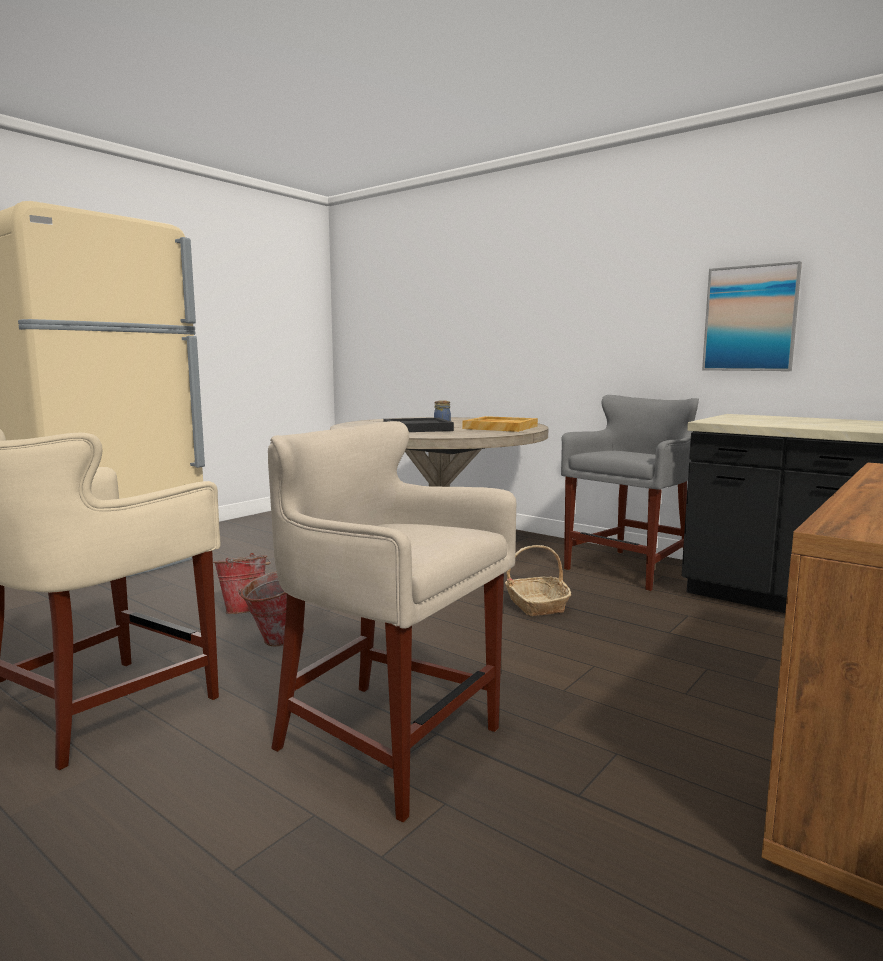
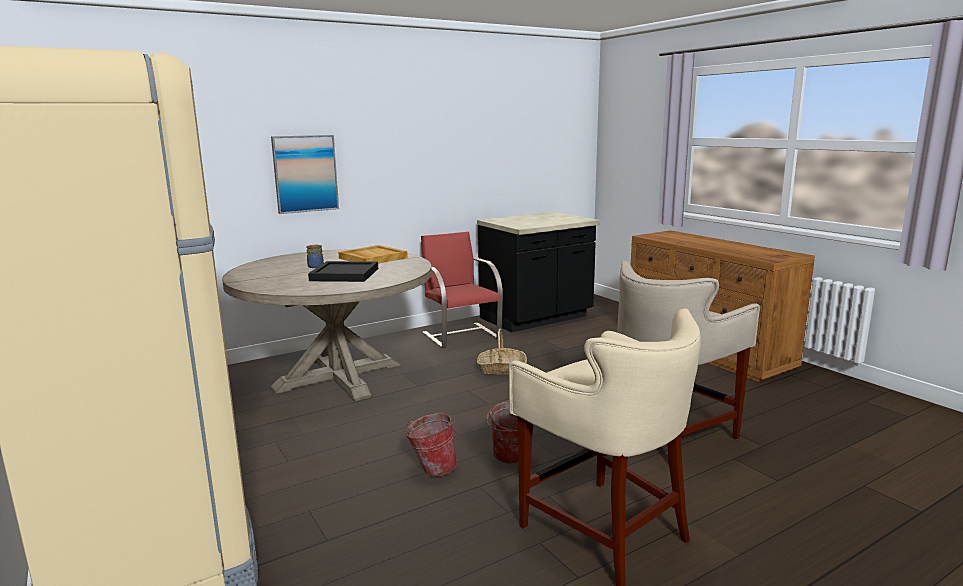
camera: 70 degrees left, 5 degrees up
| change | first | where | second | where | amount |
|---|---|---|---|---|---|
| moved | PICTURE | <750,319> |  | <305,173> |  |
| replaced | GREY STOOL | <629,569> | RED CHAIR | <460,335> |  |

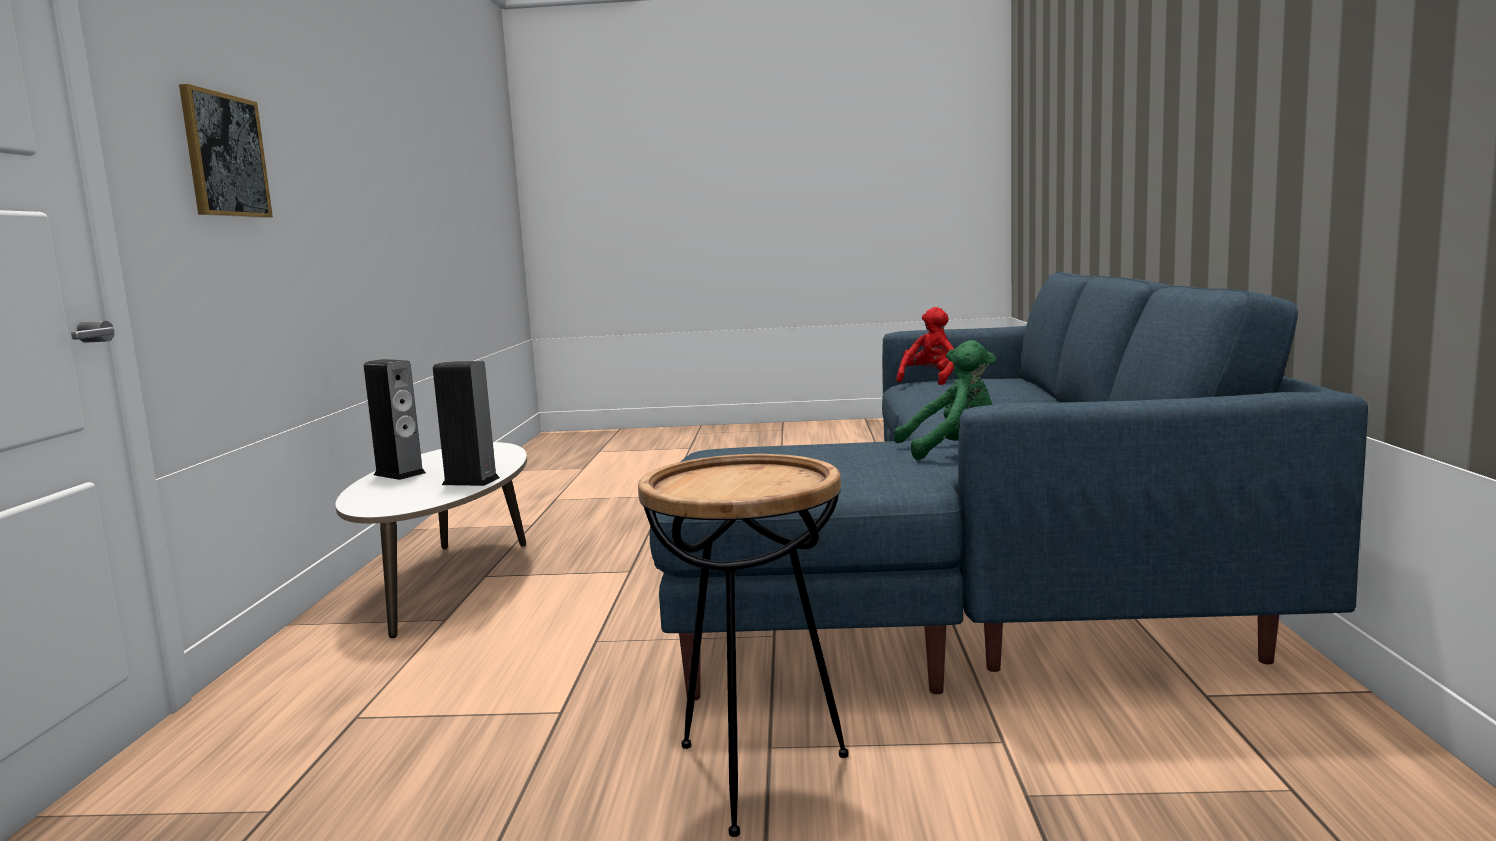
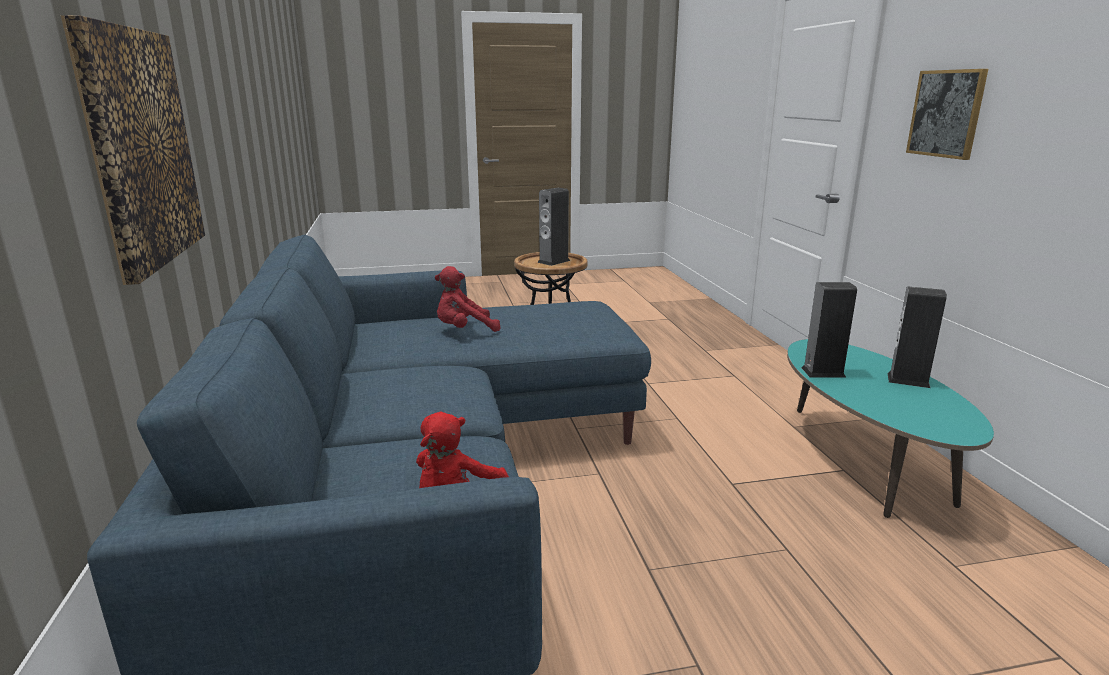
camera: 165 degrees right, 10 degrees up
| change | first | where | second | where | amount |
|---|---|---|---|---|---|
| added |  |  | PICTURE | <140,148> |  |
| added |  |  | SPEAKER | <553,261> |  |
| recoloured | WHITE COFFEE TABLE | <451,580> | TURQUOISE COFFEE TABLE | <861,463> |  |
| recoloured | GREEN PLUSH TOY | <952,449> | RED PLUSH TOY | <464,330> |  |

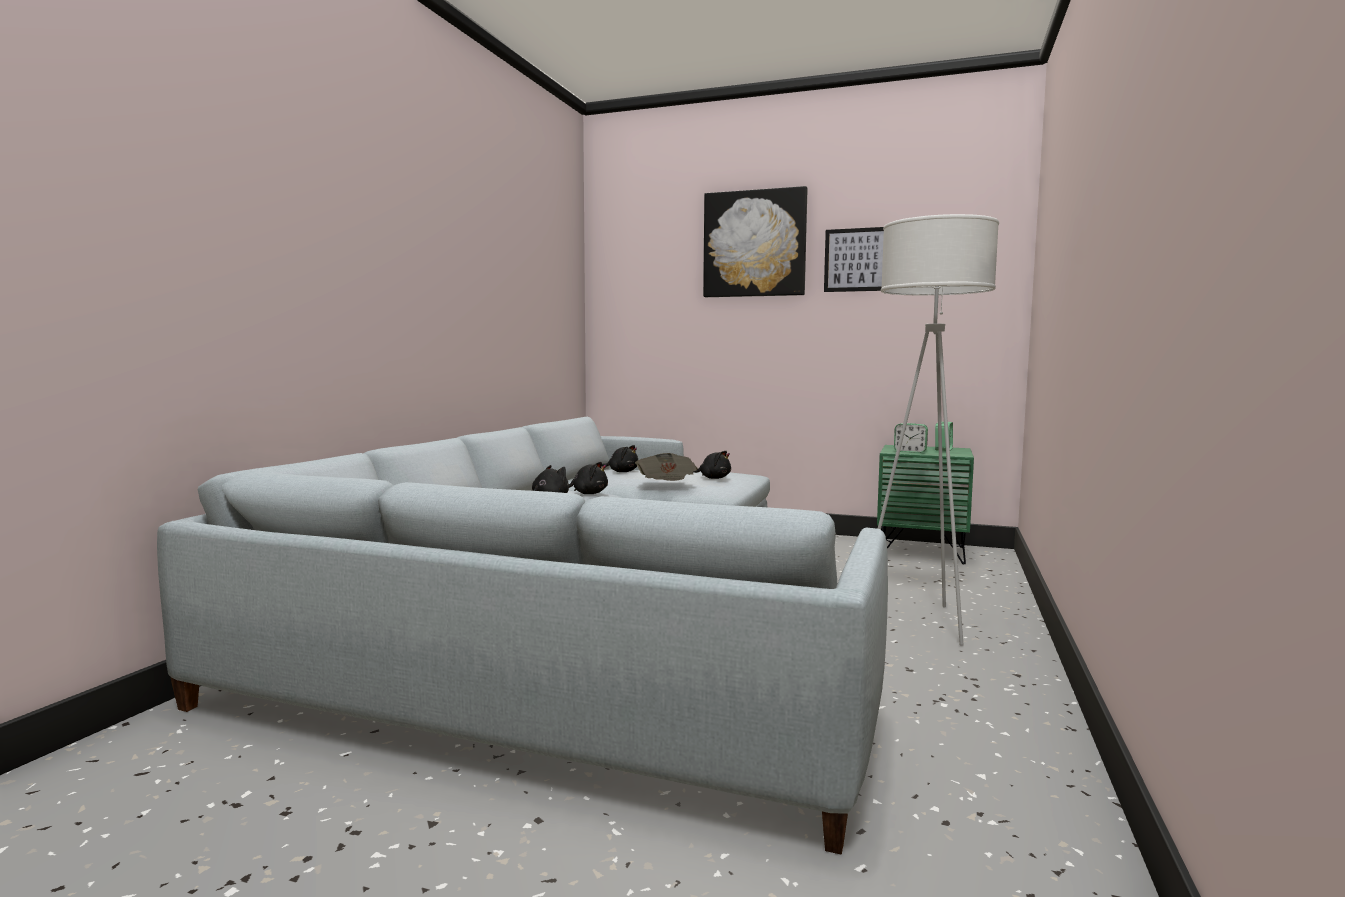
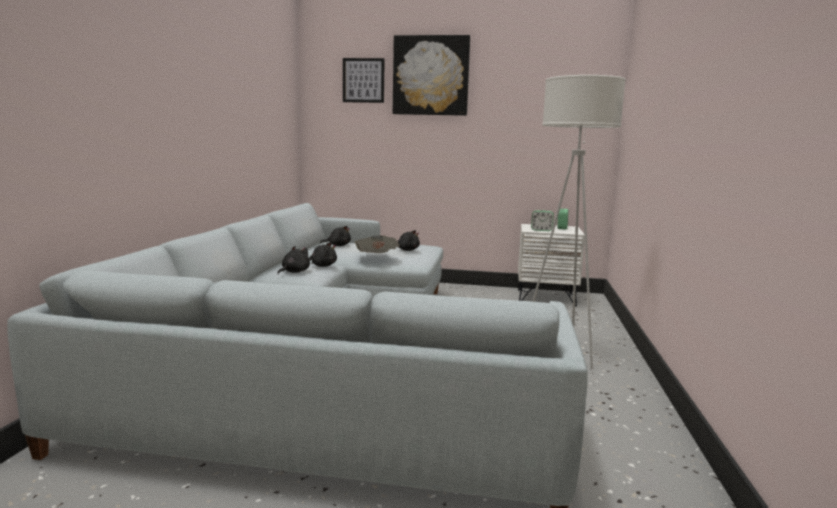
camera: 10 degrees left, 5 degrees up
| change | first | where | second | where | amount |
|---|---|---|---|---|---|
| moved | PICTURE | <856,260> |  | <363,80> |  |
| recoloured | GREEN NIGHTSTAND | <921,552> | WHITE NIGHTSTAND | <546,297> |  |

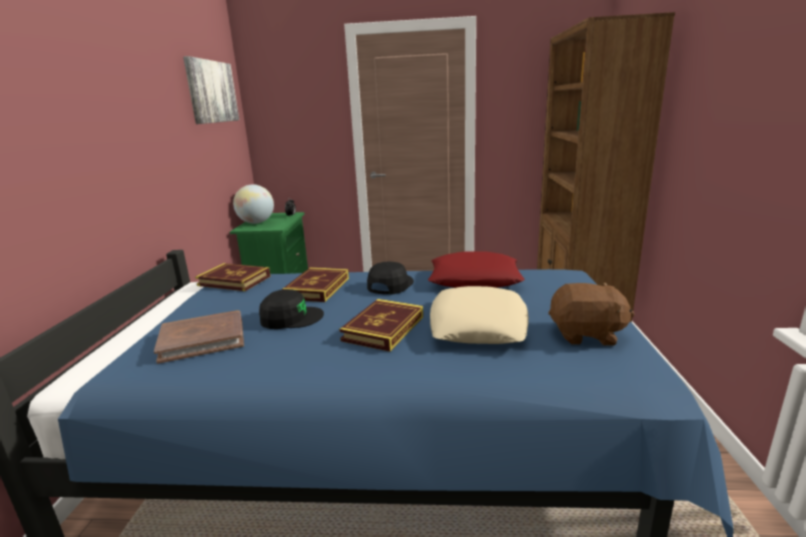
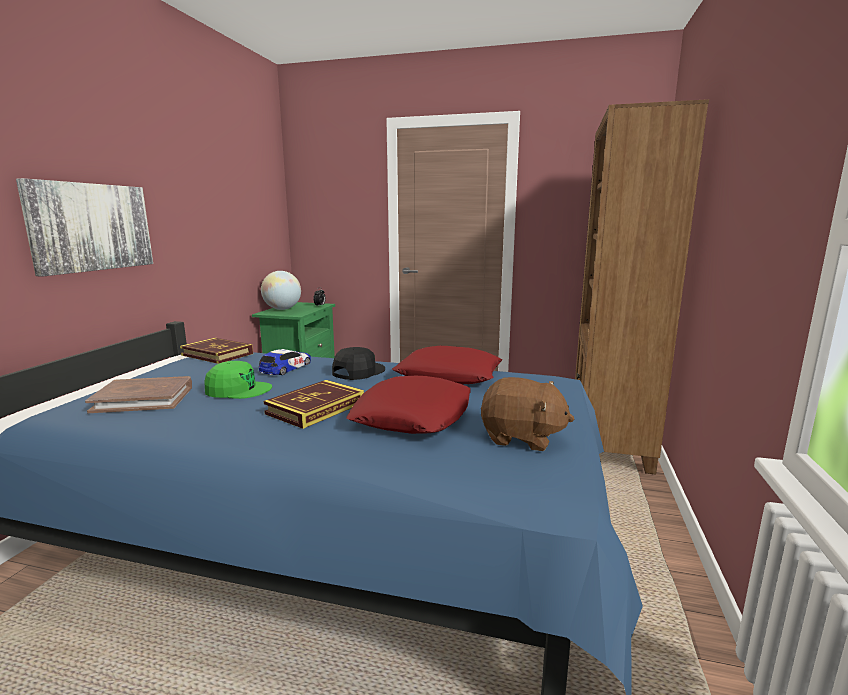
camera: 10 degrees right, 5 degrees down
| change | first | where | second | where | amount |
|---|---|---|---|---|---|
| moved | PICTURE | <211,92> |  | <91,227> |  |
| replaced | BOOK | <317,288> | TOY CAR | <286,367> |  |
| recoloured | BLACK CAP | <291,318> | GREEN CAP | <238,389> |  |
| recoloured | BEIGE PILLOW | <477,324> | RED PILLOW | <413,415> |  |

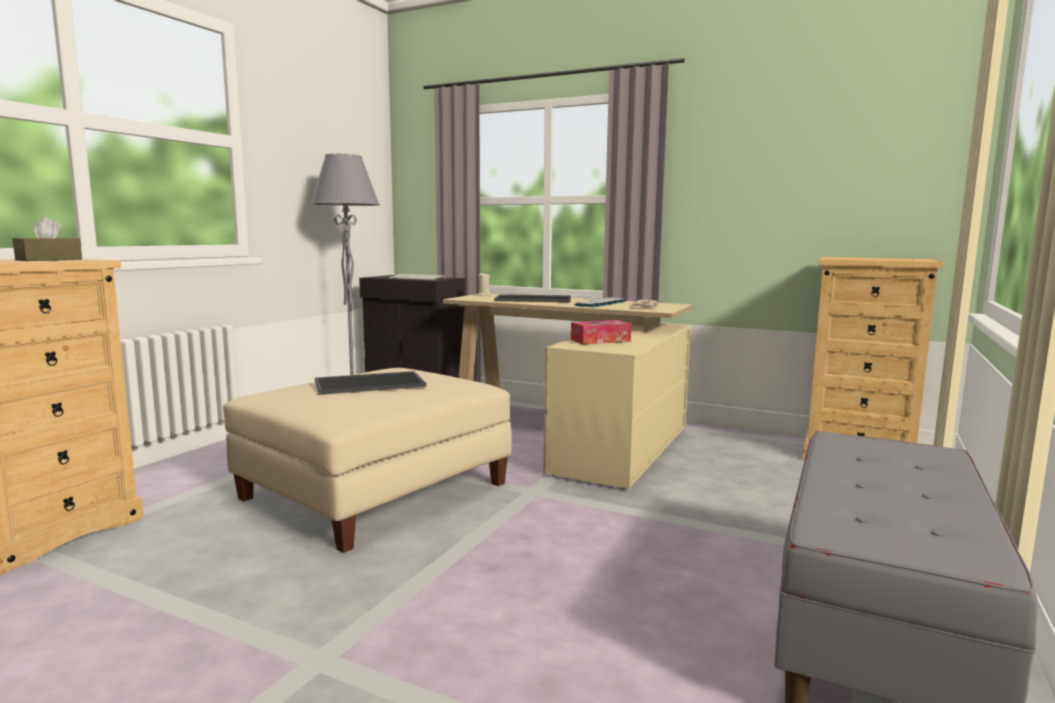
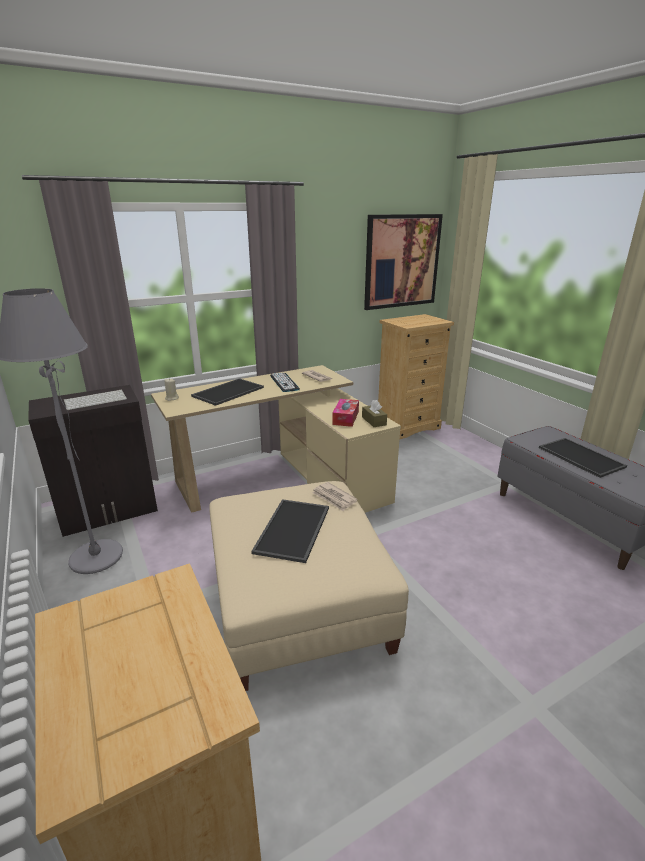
camera: 55 degrees left, 15 degrees up
| change | first | where | second | where | amount |
|---|---|---|---|---|---|
| added |  |  | NEWSPAPER | <334,498> |  |
| added |  |  | PICTURE | <402,261> |  |
| added |  |  | TRAY | <579,457> |  |
| moved | BROWN TISSUE BOX | <49,260> |  | <374,421> |  |

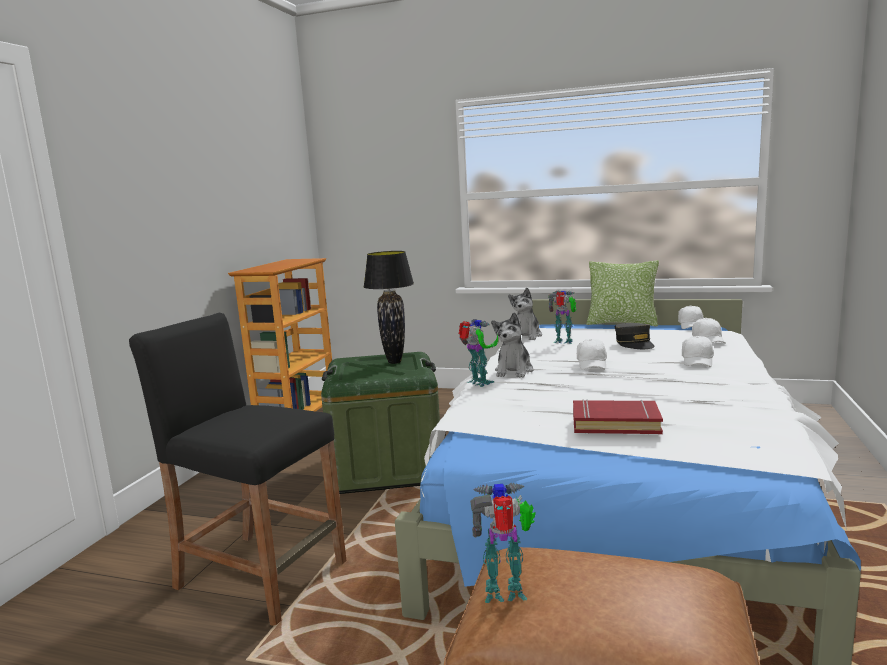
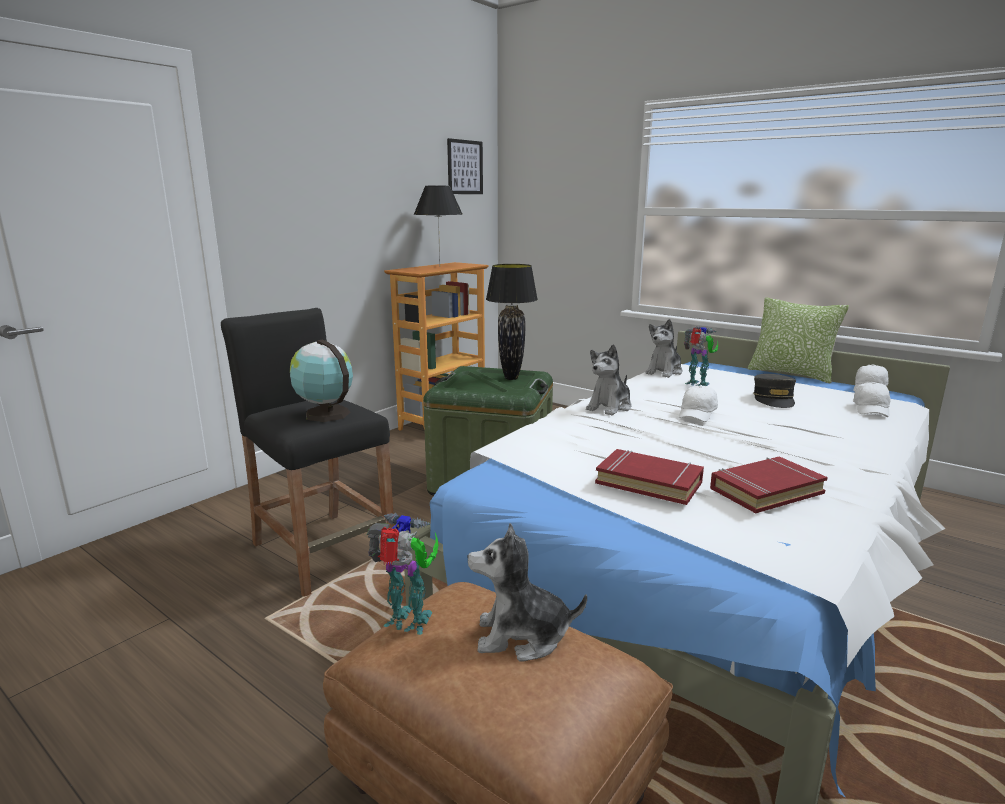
camera: 20 degrees right, 5 degrees up
| change | first | where | second | where | amount |
|---|---|---|---|---|---|
| removed | TOY ROBOT | <479,383> |  |  |  |
| removed | WHITE CAP | <697,361> |  |  |  |
| added |  |  | GLOBE | <325,414> |  |
| added |  |  | BLACK TABLE LAMP | <439,266> |  |
| added |  |  | PICTURE | <465,167> |  |
| added |  |  | PLUSH TOY | <522,636> |  |
| added |  |  | RED BOOK | <765,491> |  |

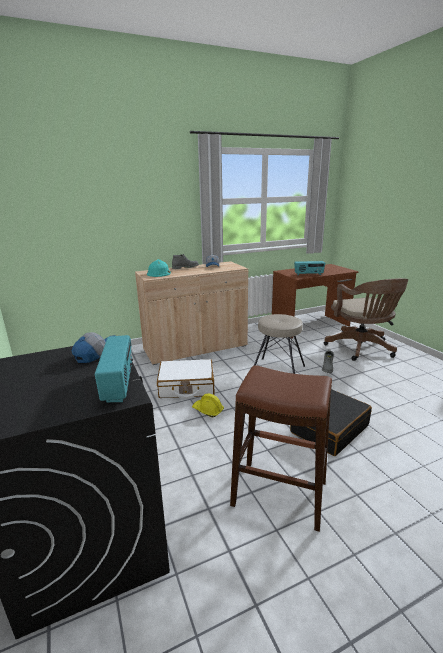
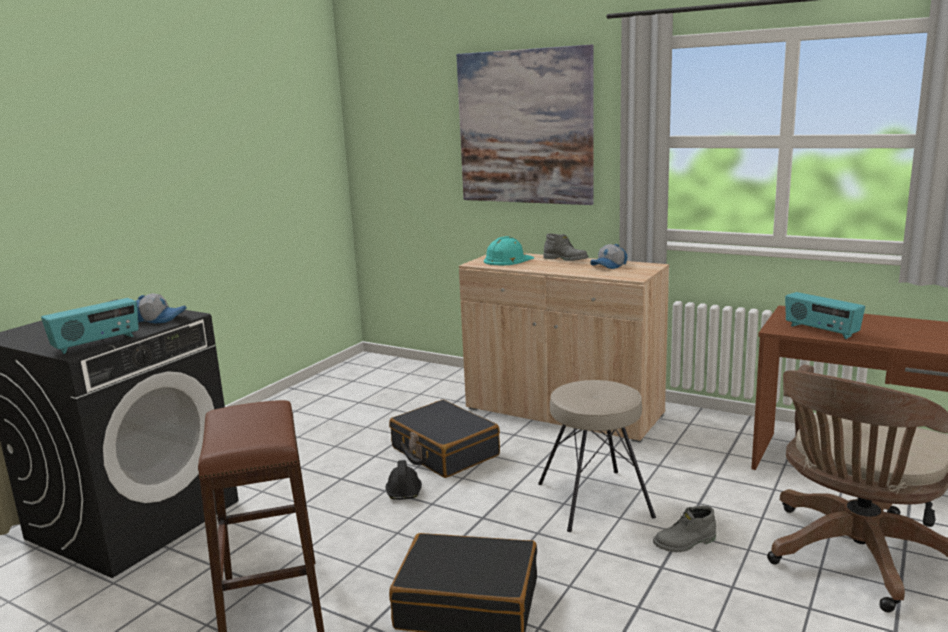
camera: 55 degrees right, 5 degrees down
| change | first | where | second | where | amount |
|---|---|---|---|---|---|
| added |  |  | PICTURE | <525,127> |  |
| recoloured | WHITE SUITCASE | <186,386> | BLACK SUITCASE | <444,452> |  |
| recoloured | YELLOW HARD HAT | <208,410> | BLACK HARD HAT | <403,489> |  |

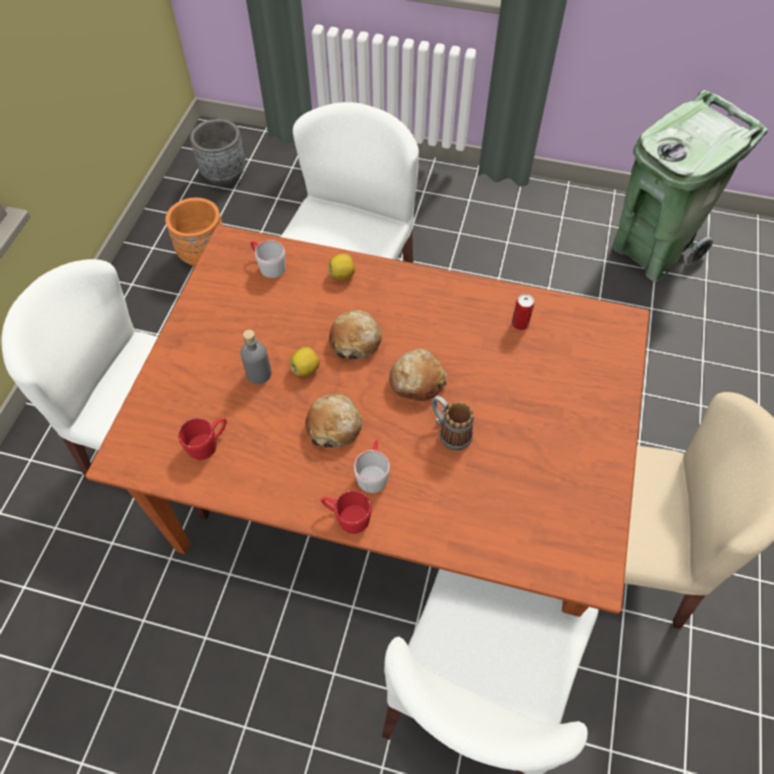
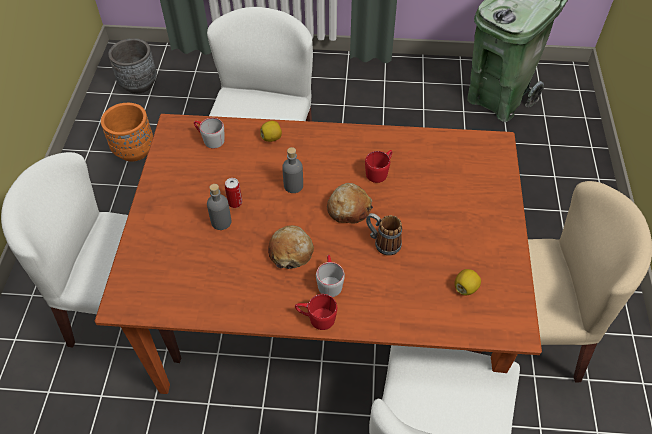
camera: 10 degrees left, 5 degrees down
| change | first | where | second | where | amount |
|---|---|---|---|---|---|
| moved | RED MUG | <208,442> |  | <379,171> |  |
| moved | LEMON | <306,368> |  | <465,288> |  |
| moved | CAN | <520,324> |  | <235,203> |  |
| replaced | BREAD | <356,340> | GREY BOTTLE | <293,186> |  |

